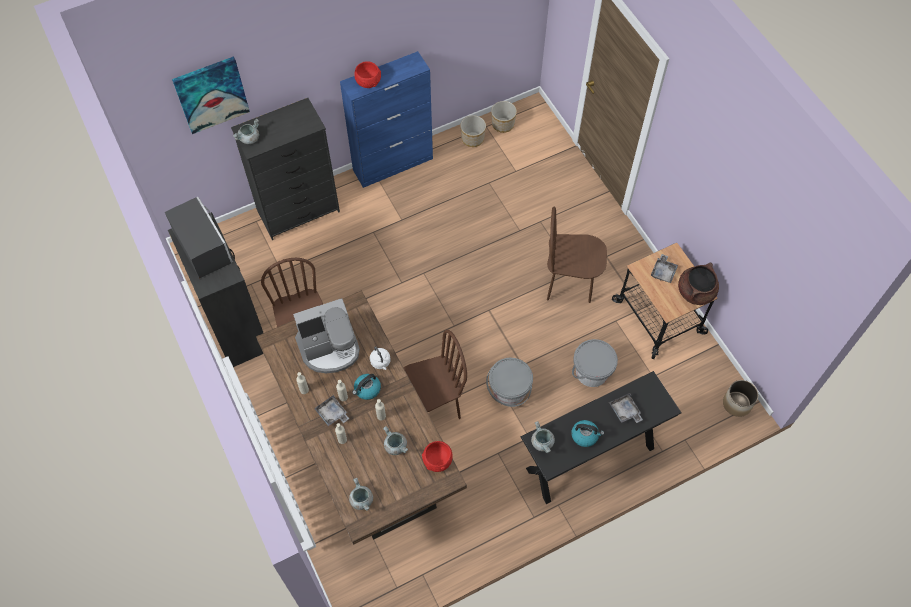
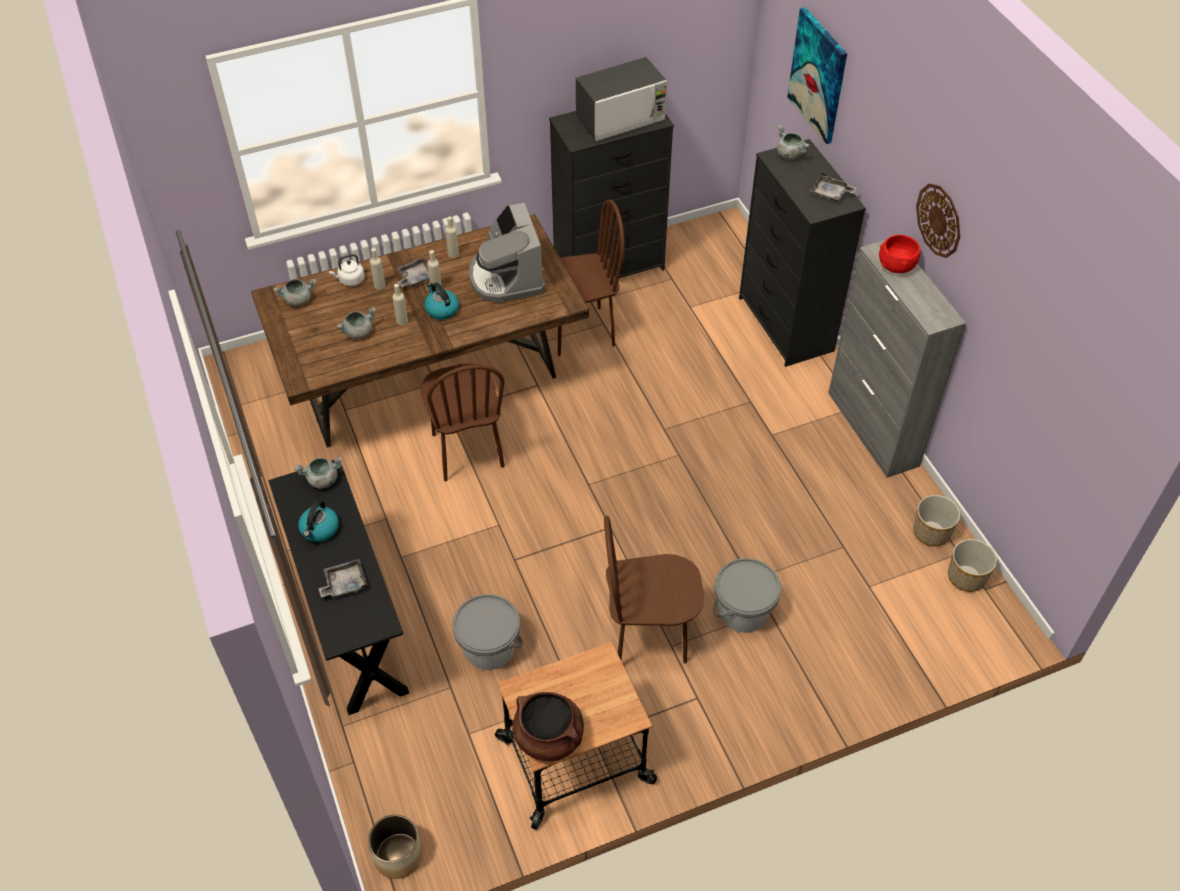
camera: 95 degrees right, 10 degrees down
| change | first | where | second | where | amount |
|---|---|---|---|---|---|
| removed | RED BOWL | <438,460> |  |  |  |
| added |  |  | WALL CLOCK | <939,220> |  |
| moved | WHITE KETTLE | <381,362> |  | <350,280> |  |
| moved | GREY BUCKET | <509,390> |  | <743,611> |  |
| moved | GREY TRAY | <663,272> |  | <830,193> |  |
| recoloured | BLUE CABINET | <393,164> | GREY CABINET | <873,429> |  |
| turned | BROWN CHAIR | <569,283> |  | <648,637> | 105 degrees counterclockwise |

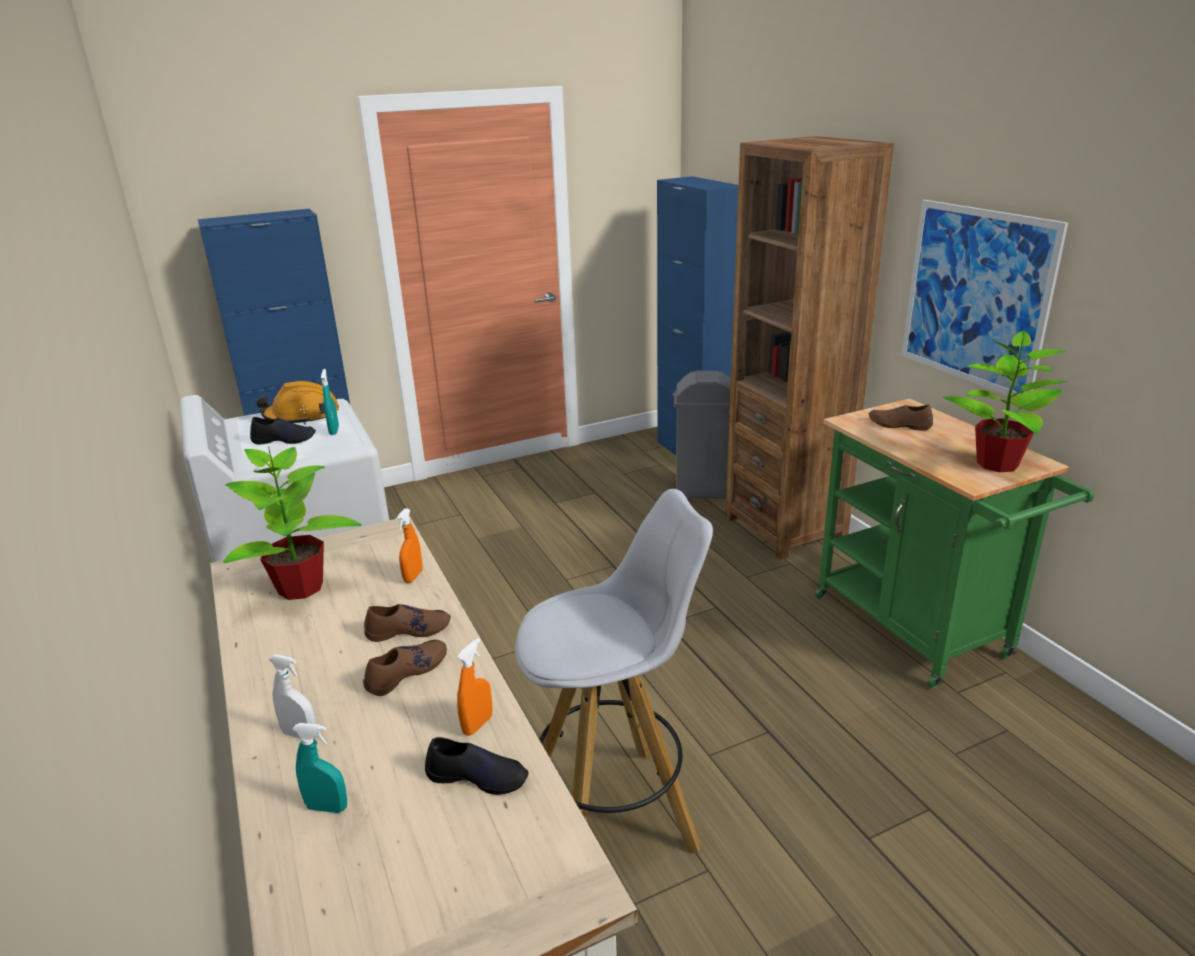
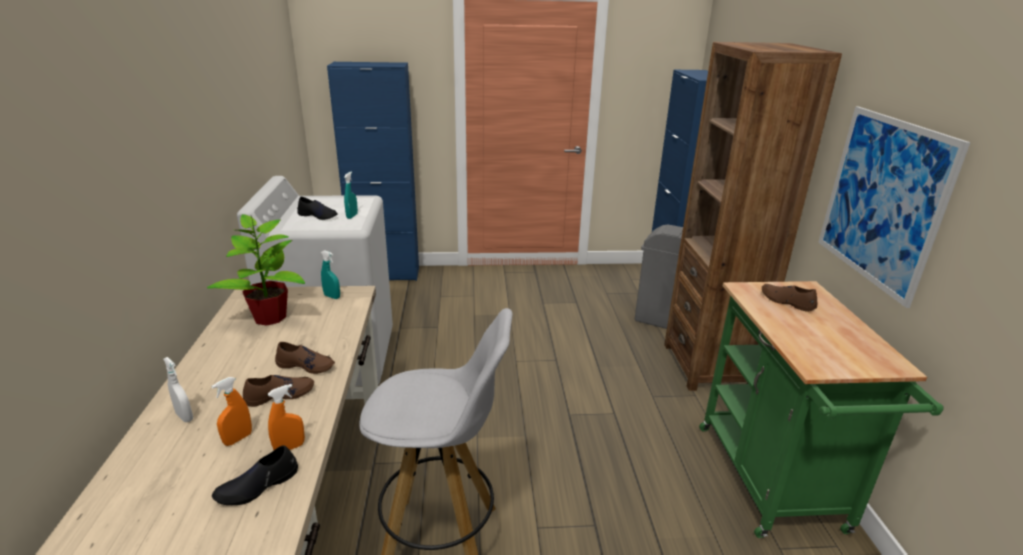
camera: 20 degrees right, 0 degrees up
| change | first | where | second | where | amount |
|---|---|---|---|---|---|
| removed | ORANGE HARD HAT | <302,417> |  |  |  |
| removed | POTTED PLANT | <996,464> |  |  |  |
| moved | TURQUOISE SPRAY BOTTLE | <327,807> |  | <332,296> |  |
| moved | ORANGE SPRAY BOTTLE | <413,576> |  | <238,439> |  |
| turned | BLACK SHOE | <478,776> |  | <258,486> | 105 degrees clockwise |

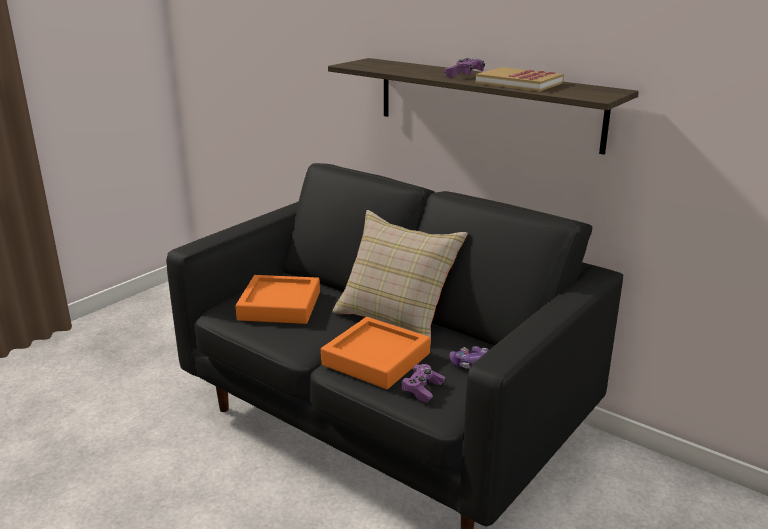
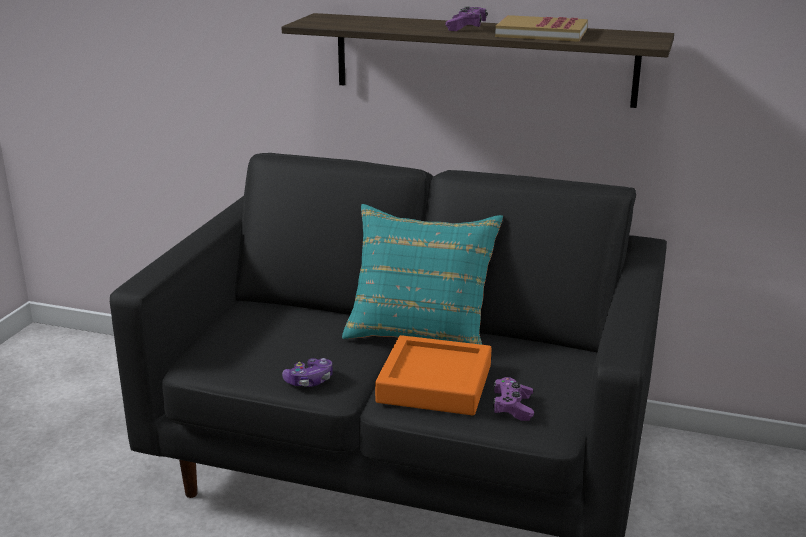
camera: 20 degrees left, 0 degrees up
| change | first | where | second | where | amount |
|---|---|---|---|---|---|
| removed | ORANGE TRAY | <280,306> |  |  |  |
| moved | GAME CONTROLLER | <471,364> |  | <309,381> |  |
| recoloured | BEIGE PILLOW | <396,317> | TURQUOISE PILLOW | <421,332> |  |

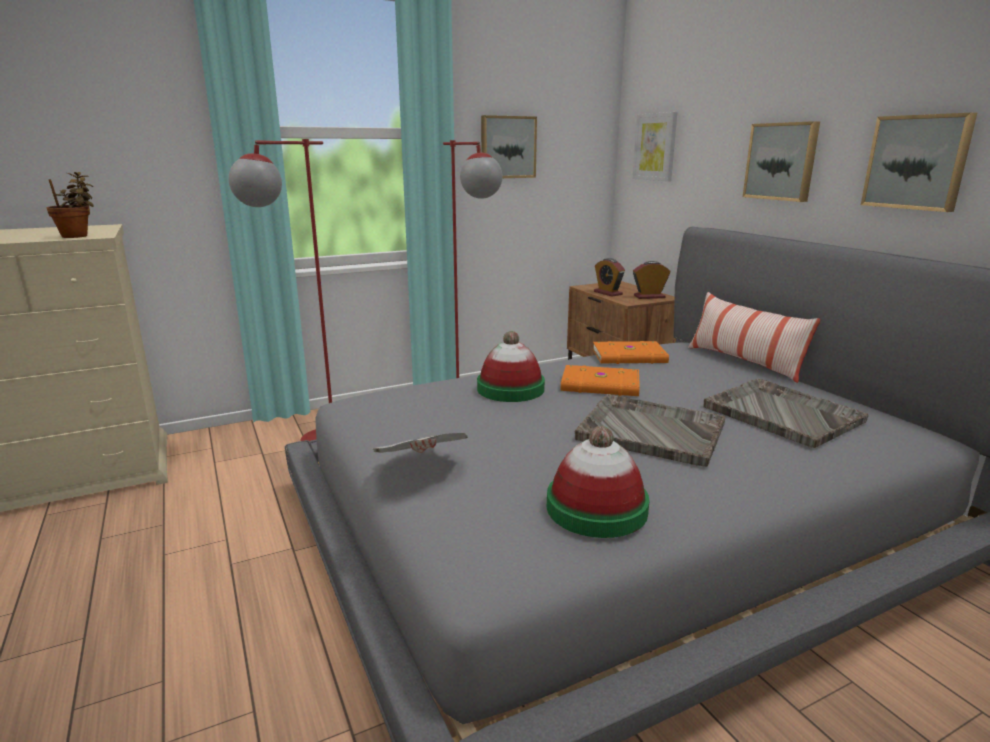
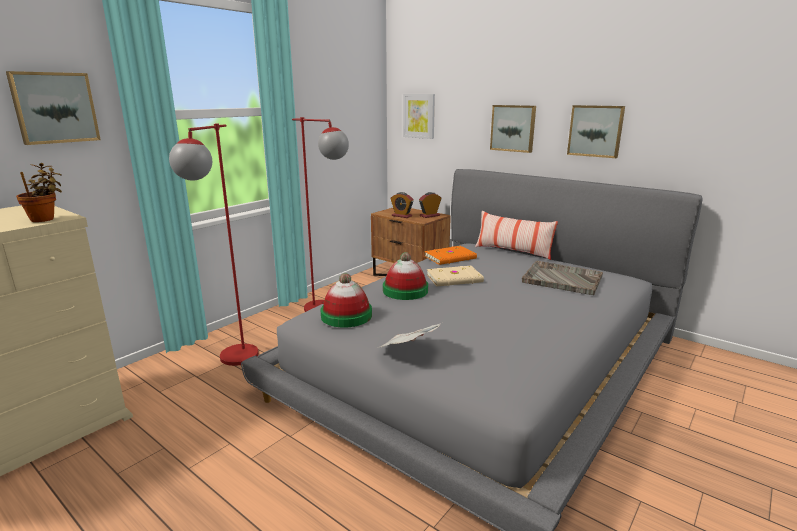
camera: 25 degrees left, 0 degrees up
| change | first | where | second | where | amount |
|---|---|---|---|---|---|
| removed | GREY TRAY | <649,431> |  |  |  |
| moved | PICTURE | <507,147> |  | <54,108> |  |
| moved | HAT | <596,508> |  | <346,315> |  |
| recoloured | ORANGE BOOK | <600,385> | BEIGE BOOK | <455,279> |  |

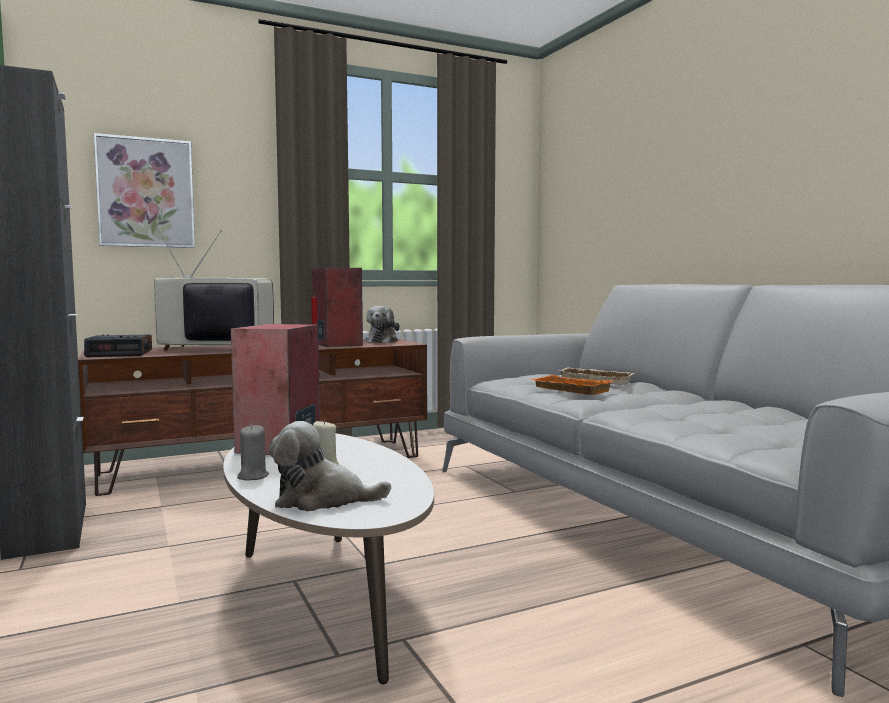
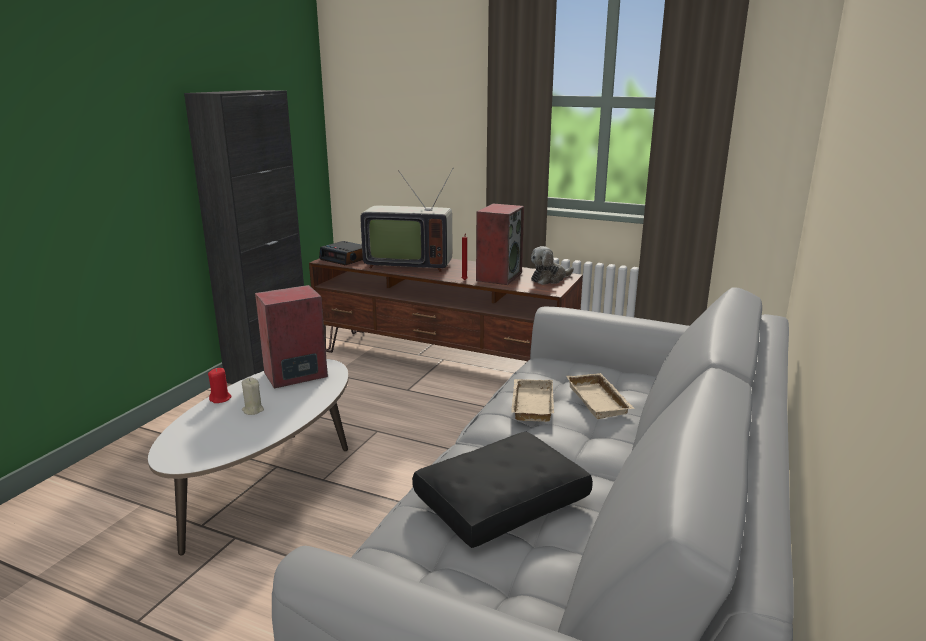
camera: 50 degrees right, 15 degrees up
| change | first | where | second | where | amount |
|---|---|---|---|---|---|
| removed | PICTURE | <145,193> |  |  |  |
| removed | PLUSH TOY | <322,500> |  |  |  |
| added |  |  | BLACK PILLOW | <501,499> |  |
| recoloured | GREY CANDLE | <252,476> | RED CANDLE | <220,399> |  |
| recoloured | ORANGE TRAY | <568,390> | BEIGE TRAY | <530,404> |  |
| turned | TELEVISION | <216,349> |  | <408,264> | 135 degrees clockwise |

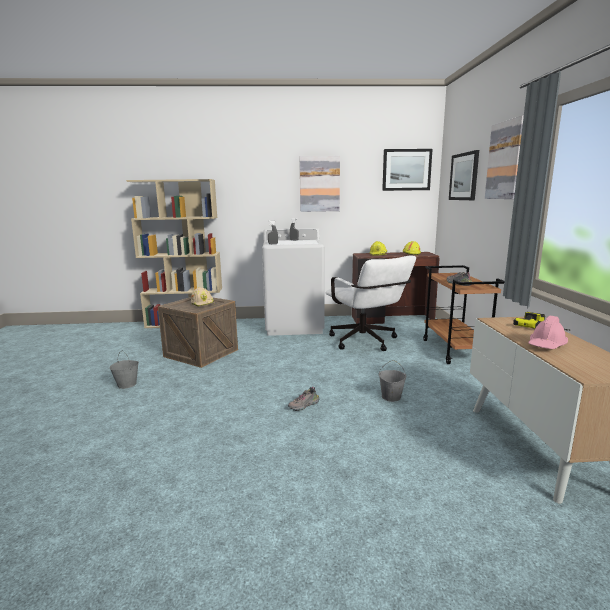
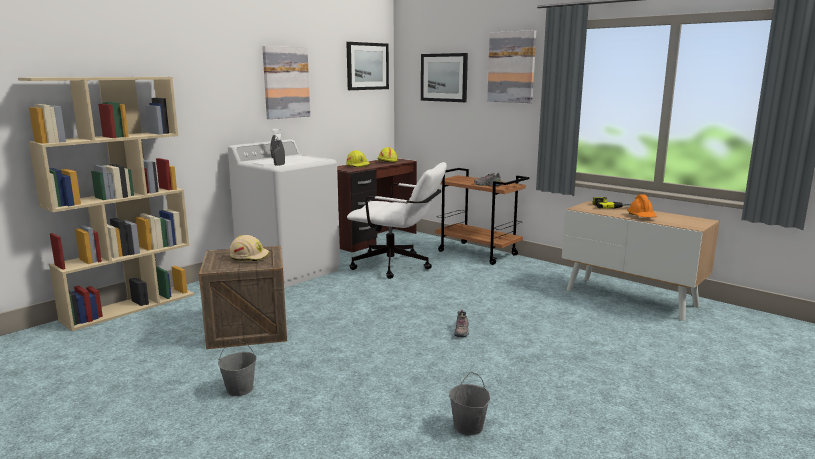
camera: 45 degrees left, 0 degrees up
| change | first | where | second | where | amount |
|---|---|---|---|---|---|
| moved | GREY BUCKET | <391,397> |  | <468,427> |  |
| recoloured | PINK HARD HAT | <546,345> | ORANGE HARD HAT | <642,216> |  |

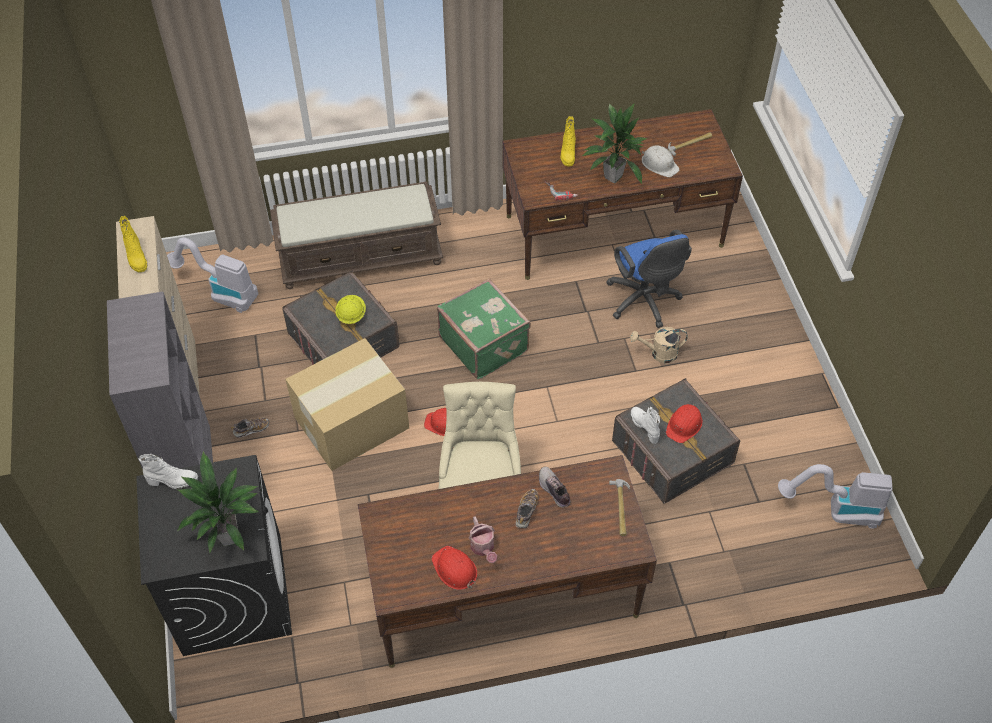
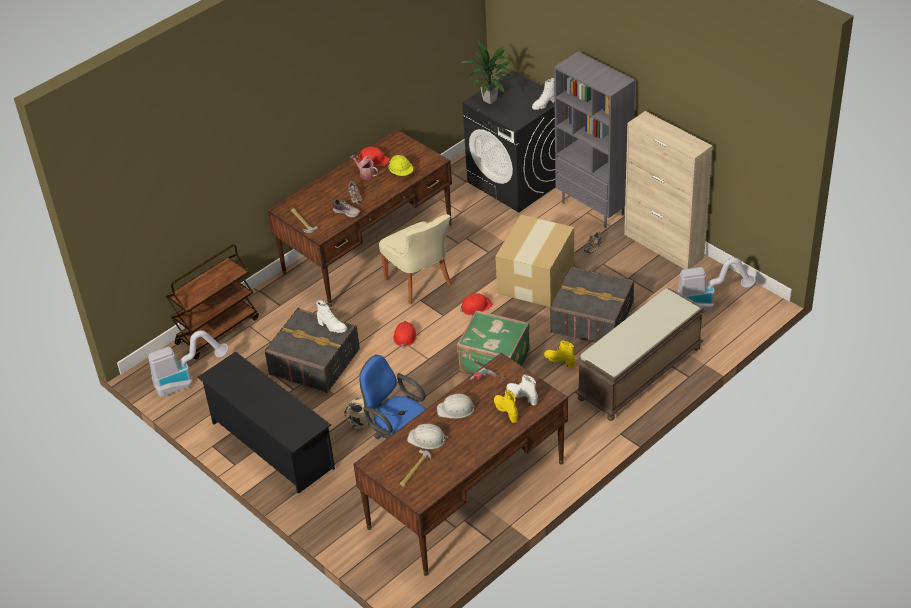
camera: 150 degrees right, 10 degrees down
| change | first | where | second | where | amount |
|---|---|---|---|---|---|
| added |  |  | BROWN CART | <217,330> |  |
| added |  |  | BLACK SHOE RACK | <271,445> |  |
| added |  |  | WHITE BOOT | <522,396> |  |
| moved | YELLOW BOOT | <136,258> |  | <559,360> |  |
| moved | YELLOW HARD HAT | <351,315> |  | <401,173> |  |
| moved | RED HARD HAT | <684,425> |  | <405,336> |  |
| replaced | POTTED PLANT | <612,177> | WHITE HARD HAT | <456,409> |  |

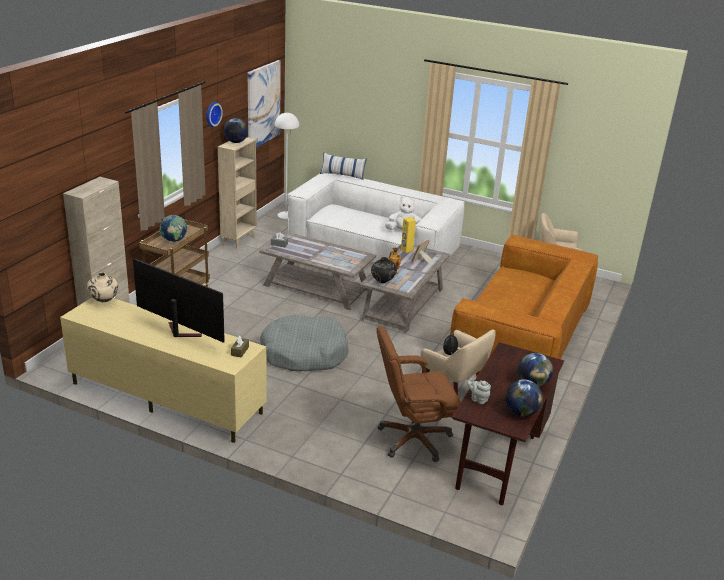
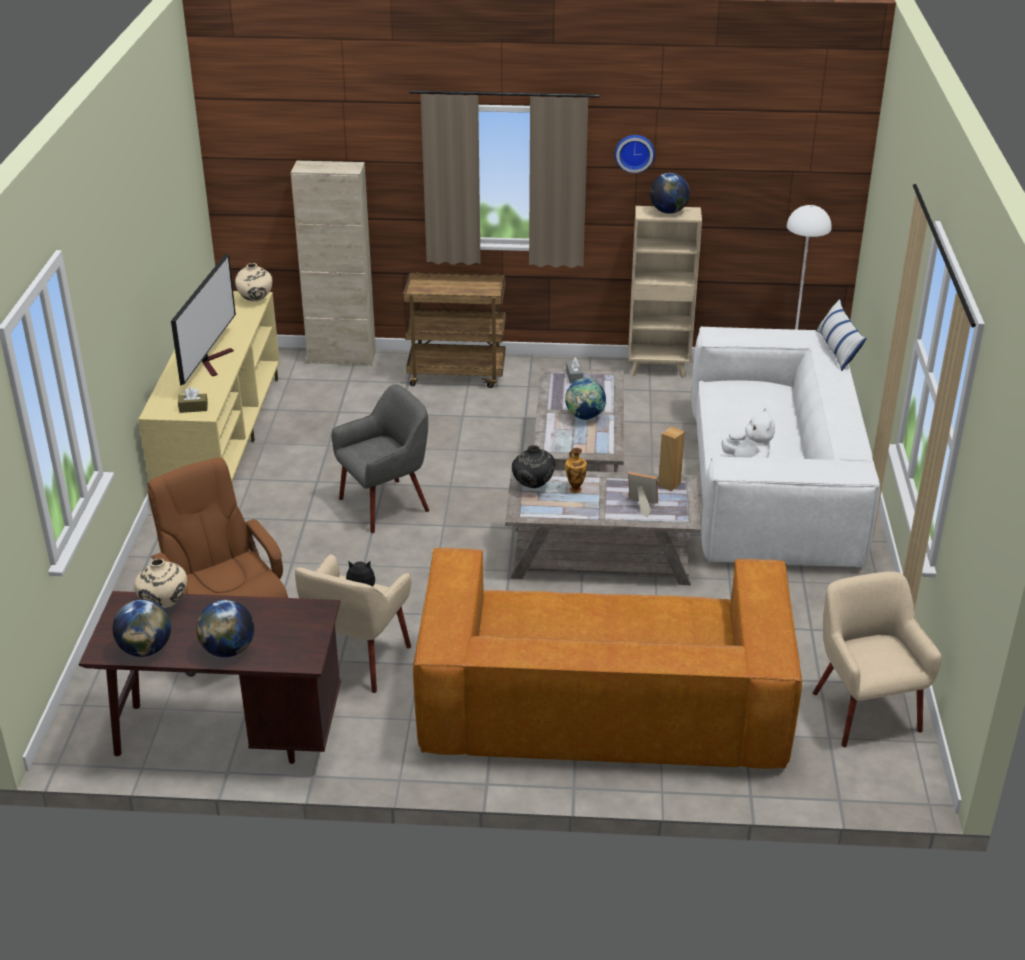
camera: 70 degrees right, 5 degrees up
| change | first | where | second | where | amount |
|---|---|---|---|---|---|
| removed | PICTURE | <263,104> |  |  |  |
| moved | GLOBE | <174,241> |  | <584,417> |  |
| replaced | GREY DOG BED | <304,353> | GREY ARMCHAIR | <385,505> |  |
| replaced | GREY TEAPOT | <478,399> | BEIGE VASE | <164,606> |  |
| recoloured | YELLOW SPEAKER | <406,250> | BROWN SPEAKER | <669,484> |  |

